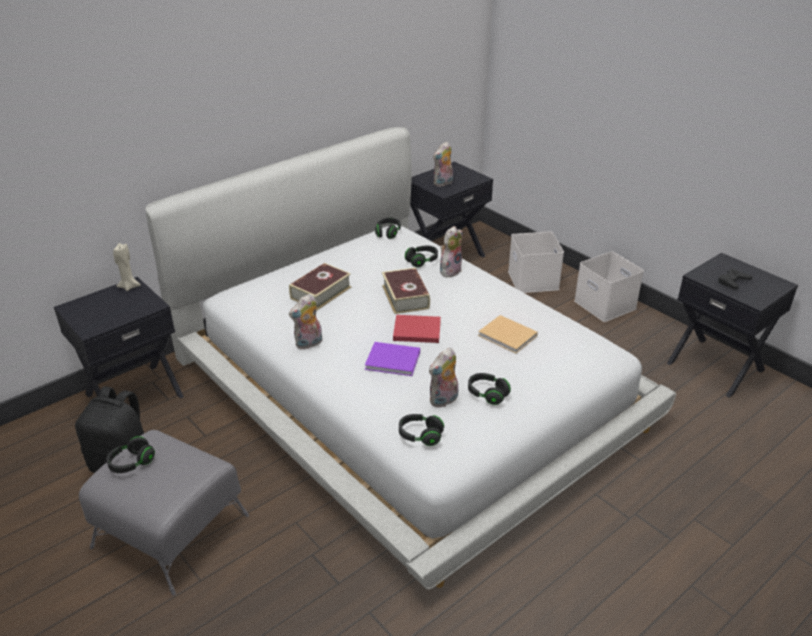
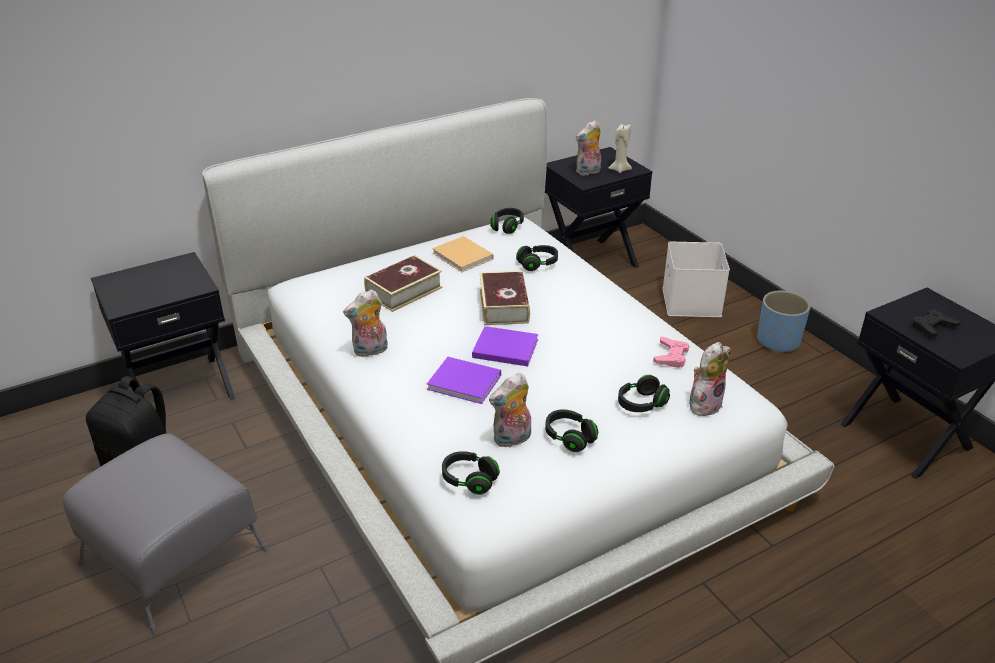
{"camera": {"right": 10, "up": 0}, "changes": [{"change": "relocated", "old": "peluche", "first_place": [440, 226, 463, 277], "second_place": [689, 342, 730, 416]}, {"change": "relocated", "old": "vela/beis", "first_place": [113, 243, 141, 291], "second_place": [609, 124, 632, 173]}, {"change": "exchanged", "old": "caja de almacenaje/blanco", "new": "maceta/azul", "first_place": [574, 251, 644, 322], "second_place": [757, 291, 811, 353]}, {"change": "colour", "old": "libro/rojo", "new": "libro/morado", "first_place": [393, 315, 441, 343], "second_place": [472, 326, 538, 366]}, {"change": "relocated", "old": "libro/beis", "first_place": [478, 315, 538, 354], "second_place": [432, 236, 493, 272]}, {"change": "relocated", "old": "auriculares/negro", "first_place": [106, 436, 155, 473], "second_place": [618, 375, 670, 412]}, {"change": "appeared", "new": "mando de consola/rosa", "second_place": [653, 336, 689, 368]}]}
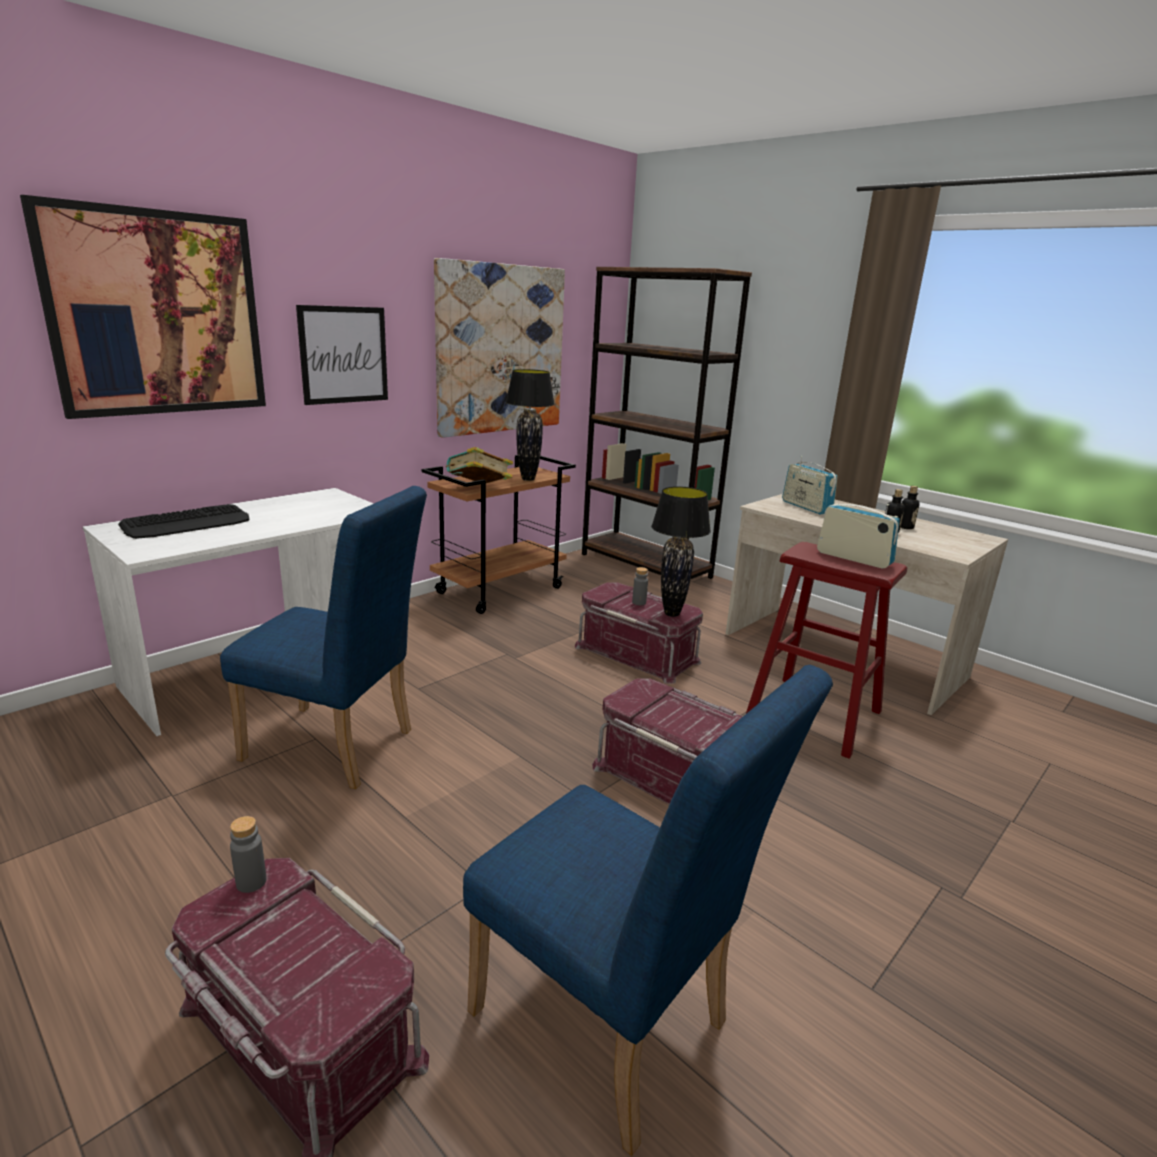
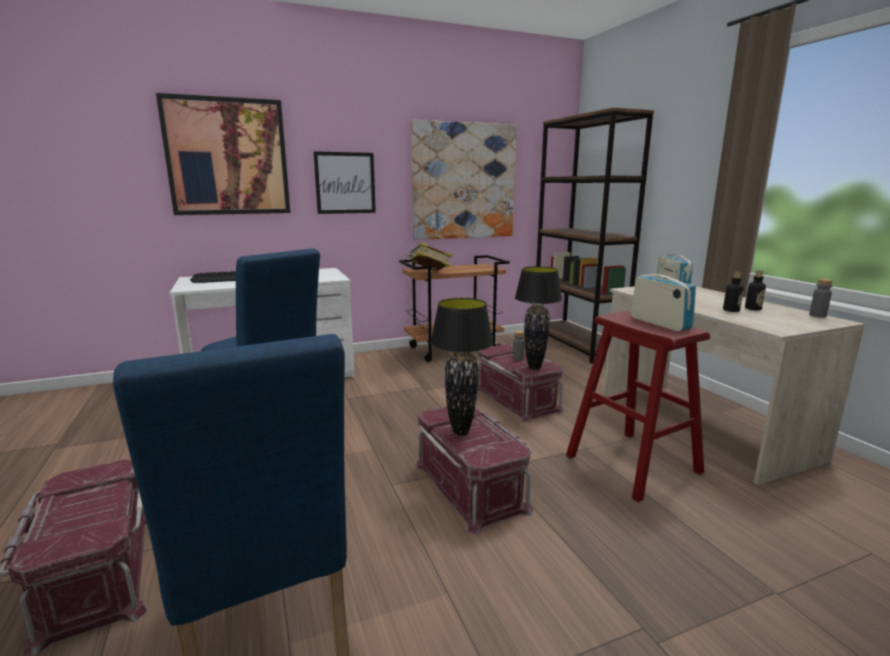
{"camera": {"right": 25, "up": -5}, "changes": [{"change": "relocated", "old": "lámpara de mesa/negro", "first_place": [506, 369, 555, 481], "second_place": [430, 298, 493, 435]}, {"change": "relocated", "old": "botella/gris", "first_place": [230, 816, 267, 893], "second_place": [809, 279, 833, 318]}]}
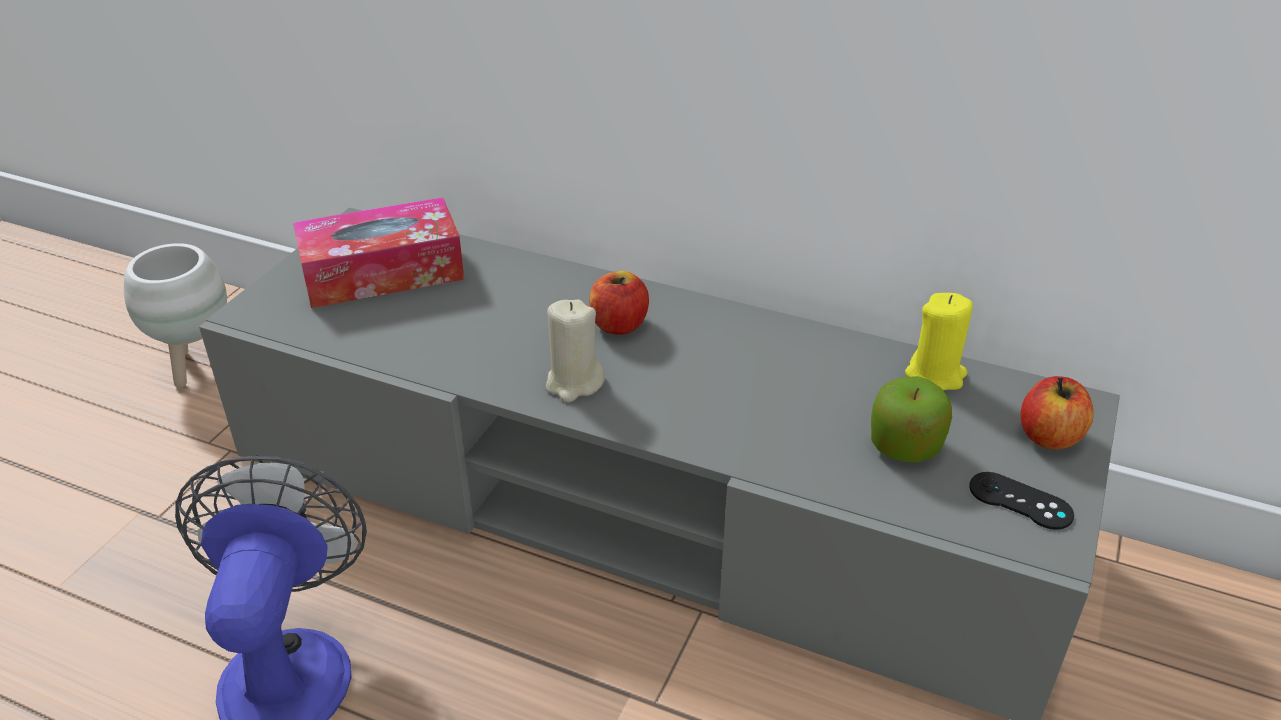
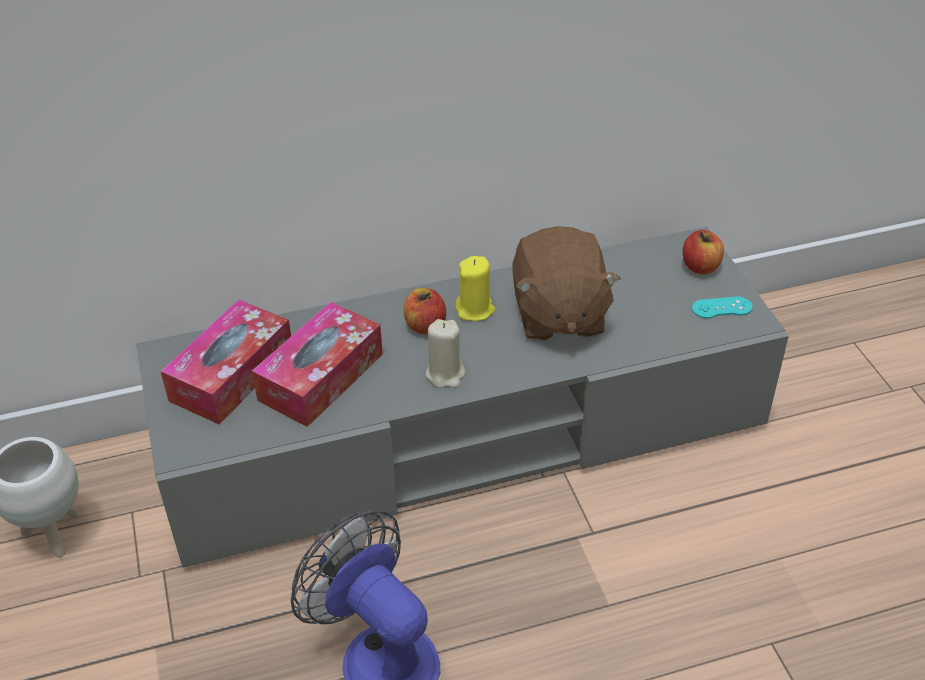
{"camera": {"right": -40, "up": 5}, "changes": [{"change": "relocated", "old": "vela/amarillo", "first_place": [905, 293, 973, 390], "second_place": [455, 256, 495, 321]}, {"change": "missing", "old": "manzana", "first_place": [871, 376, 952, 463]}, {"change": "colour", "old": "mando de consola/negro", "new": "mando de consola/turquesa", "first_place": [969, 472, 1074, 530], "second_place": [692, 297, 753, 319]}, {"change": "appeared", "new": "peluche/marrón", "second_place": [513, 226, 621, 341]}, {"change": "appeared", "new": "caja de pañuelos", "second_place": [252, 302, 383, 427]}]}
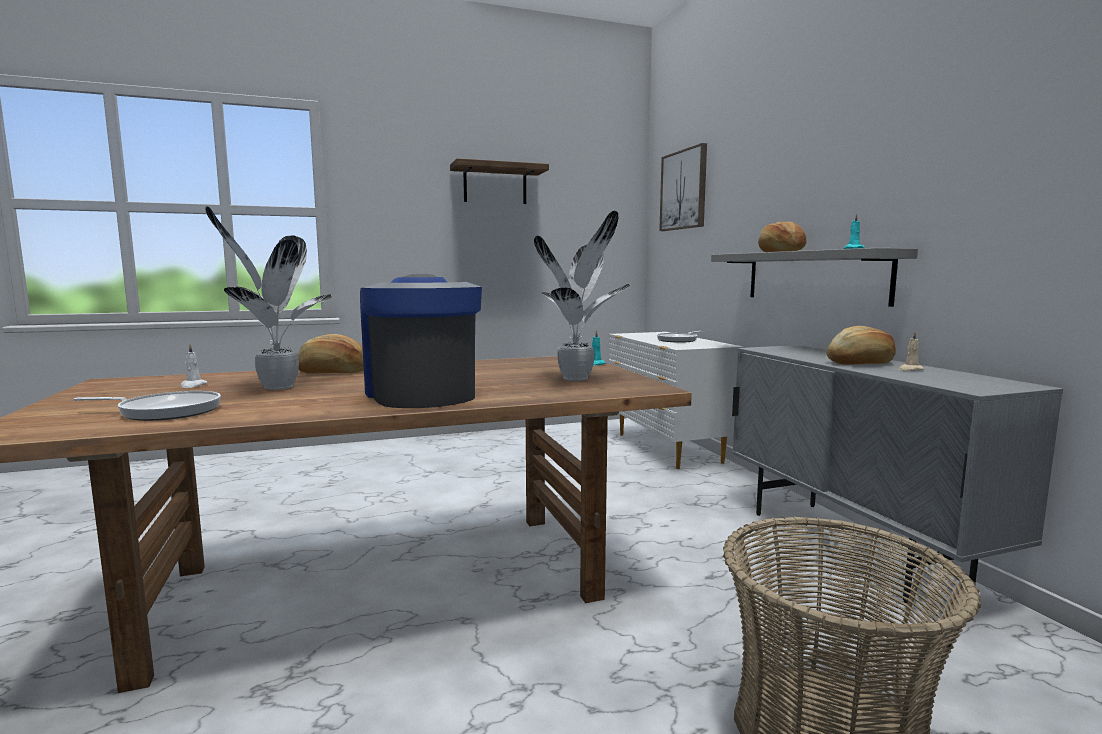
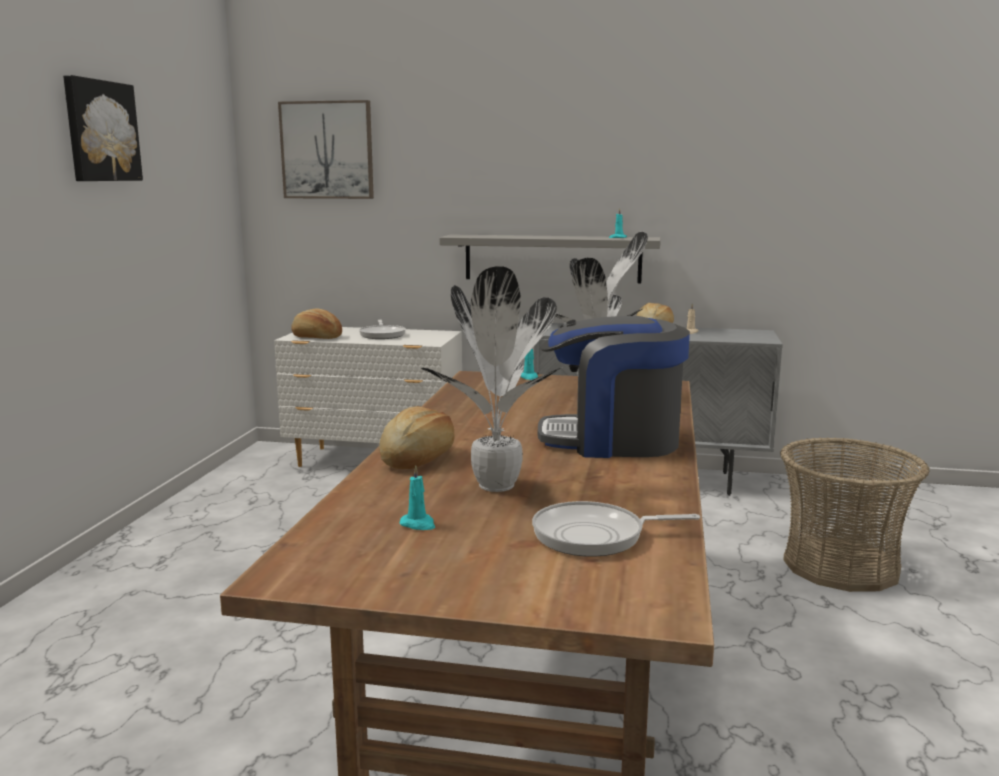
{"camera": {"right": -60, "up": 5}, "changes": [{"change": "exchanged", "old": "estante", "new": "cuadro", "first_place": [450, 158, 549, 204], "second_place": [63, 75, 143, 181]}, {"change": "relocated", "old": "pan", "first_place": [758, 222, 806, 252], "second_place": [291, 309, 342, 339]}, {"change": "colour", "old": "vela/blanco", "new": "vela/turquesa", "first_place": [181, 344, 207, 388], "second_place": [400, 465, 435, 530]}, {"change": "spun", "old": "sartén", "first_place": [73, 391, 221, 421], "second_place": [532, 501, 700, 557], "degrees": -120}]}
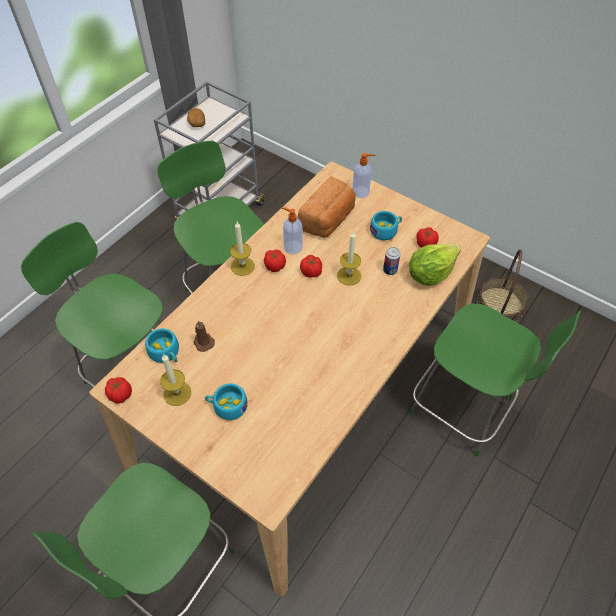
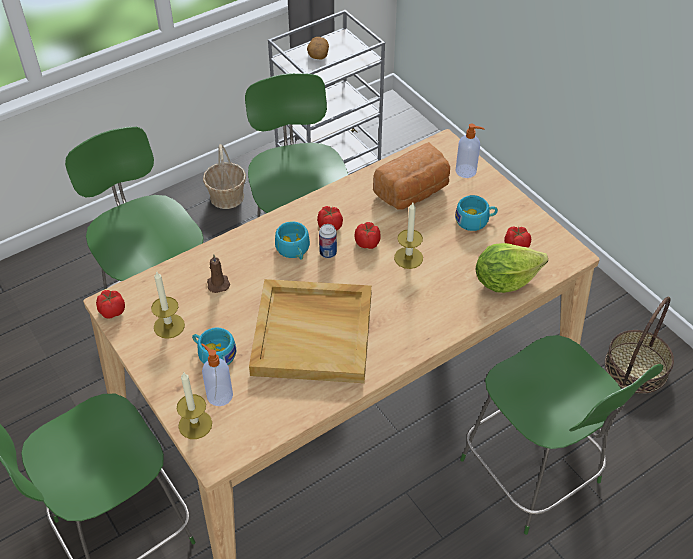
{"camera": {"right": 20, "up": -5}, "changes": [{"change": "relocated", "old": "dispensador de jabón", "first_place": [282, 207, 303, 254], "second_place": [201, 343, 233, 406]}, {"change": "relocated", "old": "vela", "first_place": [230, 222, 255, 276], "second_place": [177, 372, 212, 439]}, {"change": "relocated", "old": "lata", "first_place": [383, 247, 400, 275], "second_place": [319, 224, 337, 258]}, {"change": "relocated", "old": "taza/turquesa", "first_place": [145, 328, 179, 363], "second_place": [275, 221, 310, 260]}, {"change": "appeared", "new": "cesta", "second_place": [203, 144, 246, 209]}, {"change": "appeared", "new": "bandeja/beis", "second_place": [249, 279, 372, 383]}]}
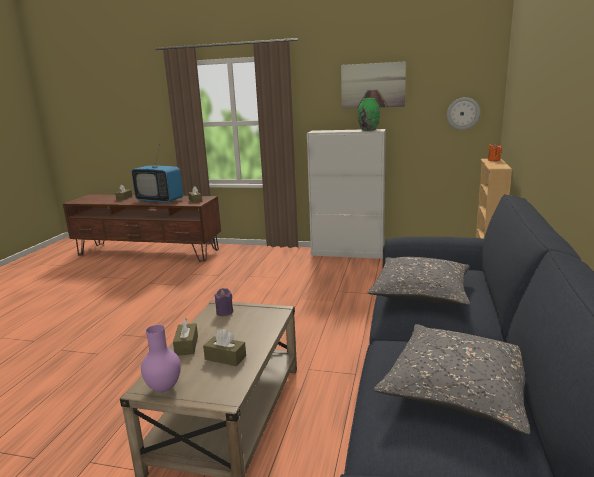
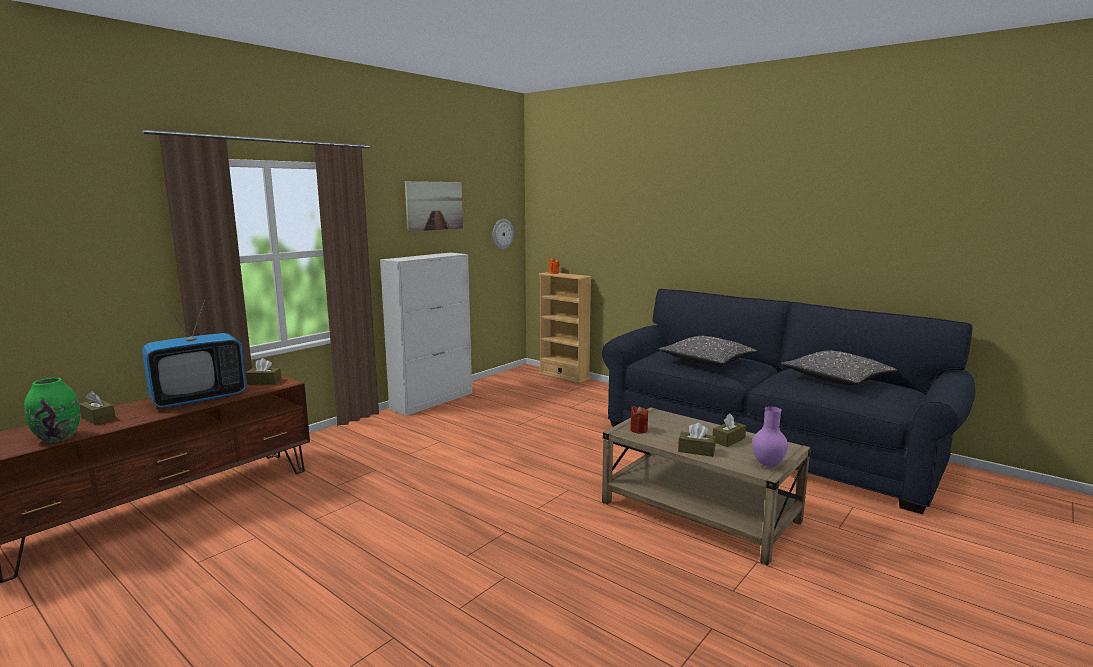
{"camera": {"right": -65, "up": -5}, "changes": [{"change": "relocated", "old": "florero/verde", "first_place": [358, 98, 380, 131], "second_place": [24, 378, 80, 443]}, {"change": "colour", "old": "vela/morado", "new": "vela/rojo", "first_place": [214, 288, 233, 316], "second_place": [630, 406, 648, 434]}]}
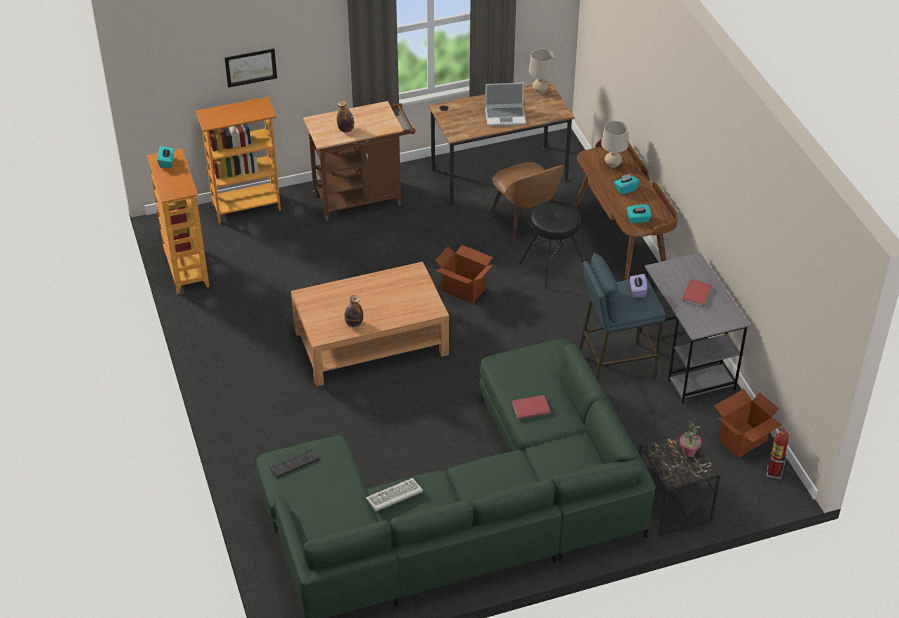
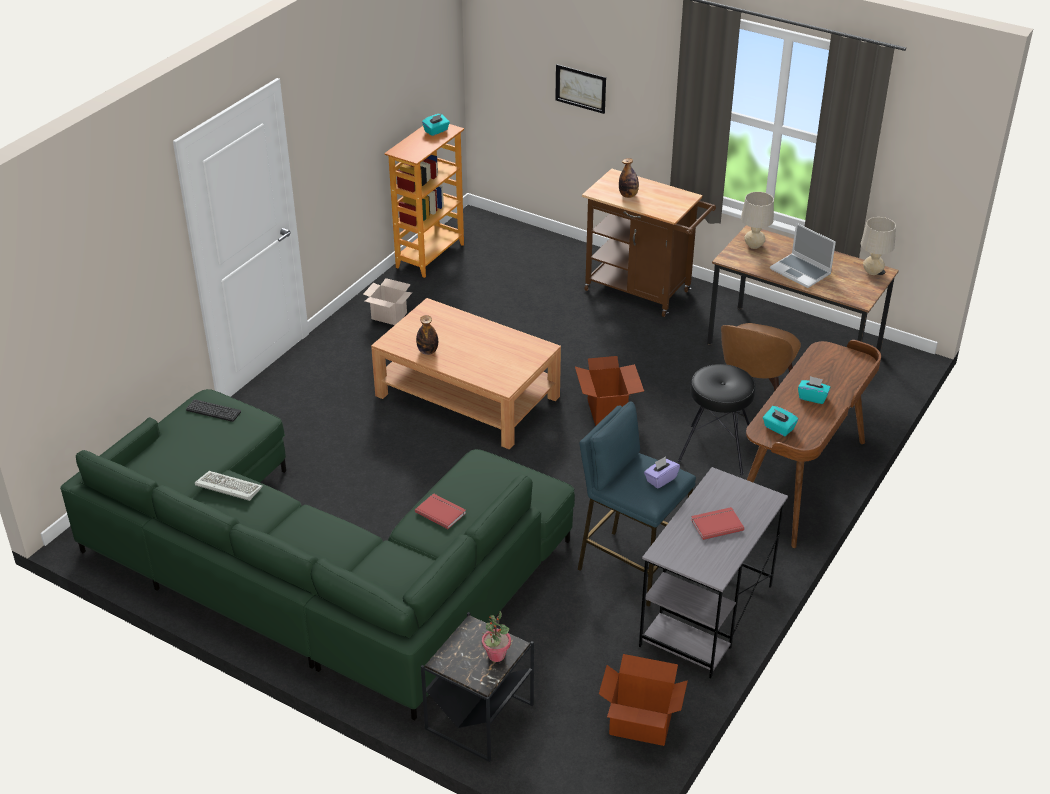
{"camera": {"right": 50, "up": -5}, "changes": [{"change": "missing", "old": "estantería", "first_place": [195, 97, 281, 223]}, {"change": "relocated", "old": "lámpara de mesa/beis", "first_place": [601, 121, 629, 168], "second_place": [741, 192, 774, 249]}, {"change": "missing", "old": "extintor", "first_place": [767, 428, 789, 479]}, {"change": "appeared", "new": "caja de cartón", "second_place": [363, 278, 412, 325]}]}
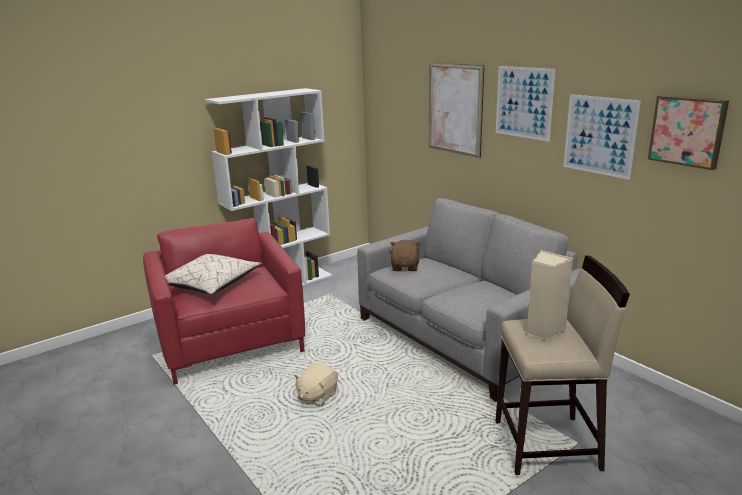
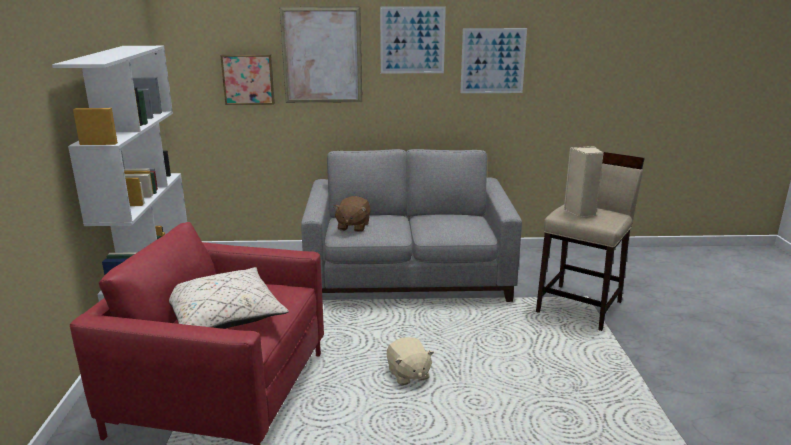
{"camera": {"right": -55, "up": 0}, "changes": [{"change": "relocated", "old": "cuadro", "first_place": [648, 95, 729, 170], "second_place": [220, 54, 275, 105]}, {"change": "spun", "old": "peluche/marrón", "first_place": [390, 240, 421, 271], "second_place": [333, 196, 371, 232], "degrees": -120}]}
